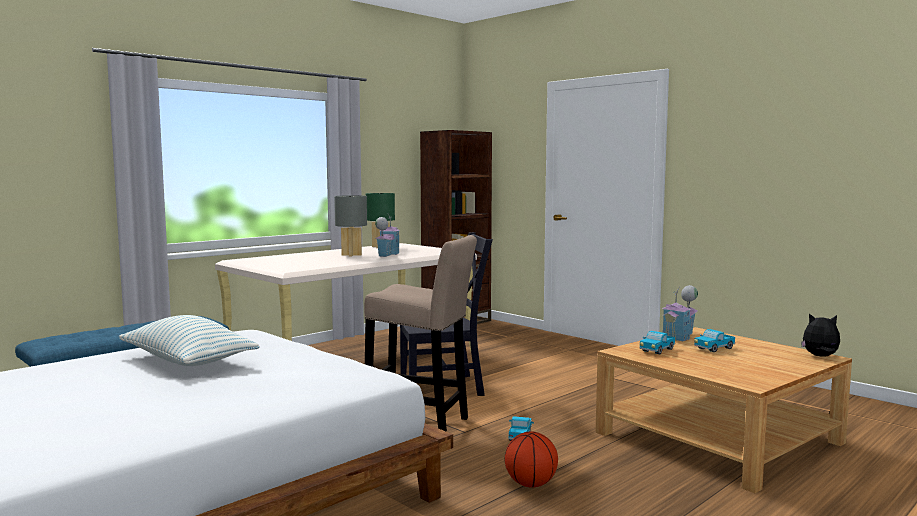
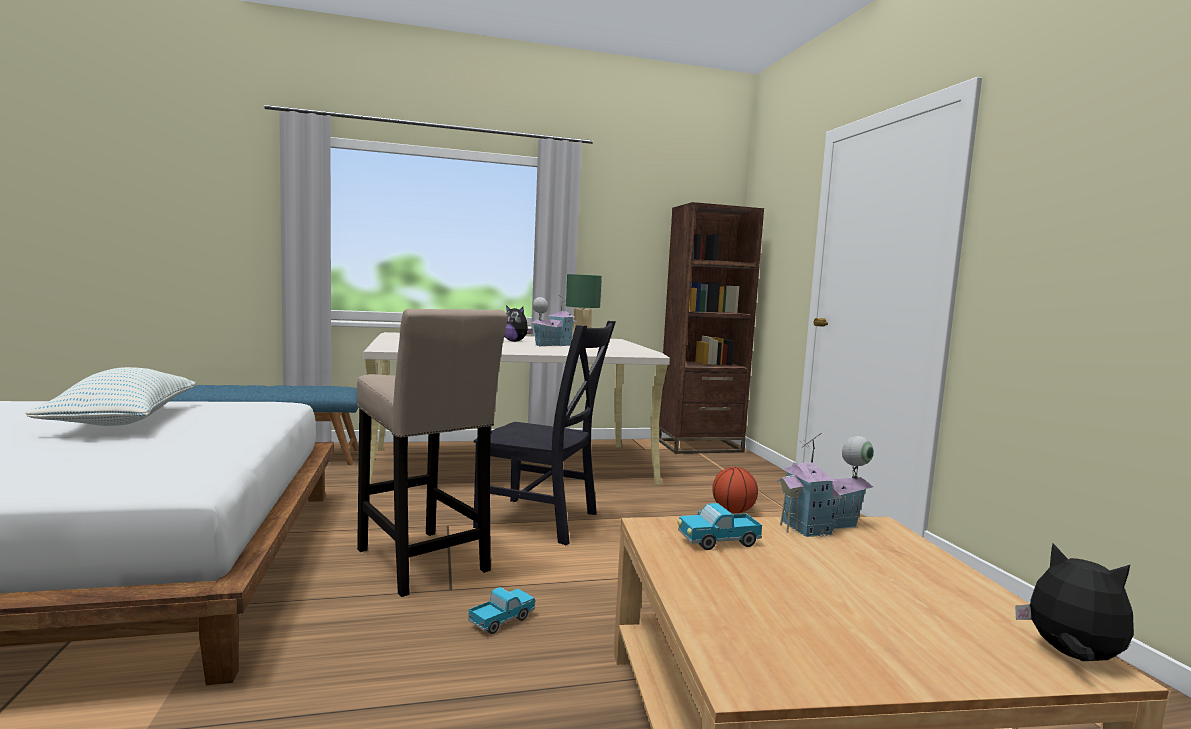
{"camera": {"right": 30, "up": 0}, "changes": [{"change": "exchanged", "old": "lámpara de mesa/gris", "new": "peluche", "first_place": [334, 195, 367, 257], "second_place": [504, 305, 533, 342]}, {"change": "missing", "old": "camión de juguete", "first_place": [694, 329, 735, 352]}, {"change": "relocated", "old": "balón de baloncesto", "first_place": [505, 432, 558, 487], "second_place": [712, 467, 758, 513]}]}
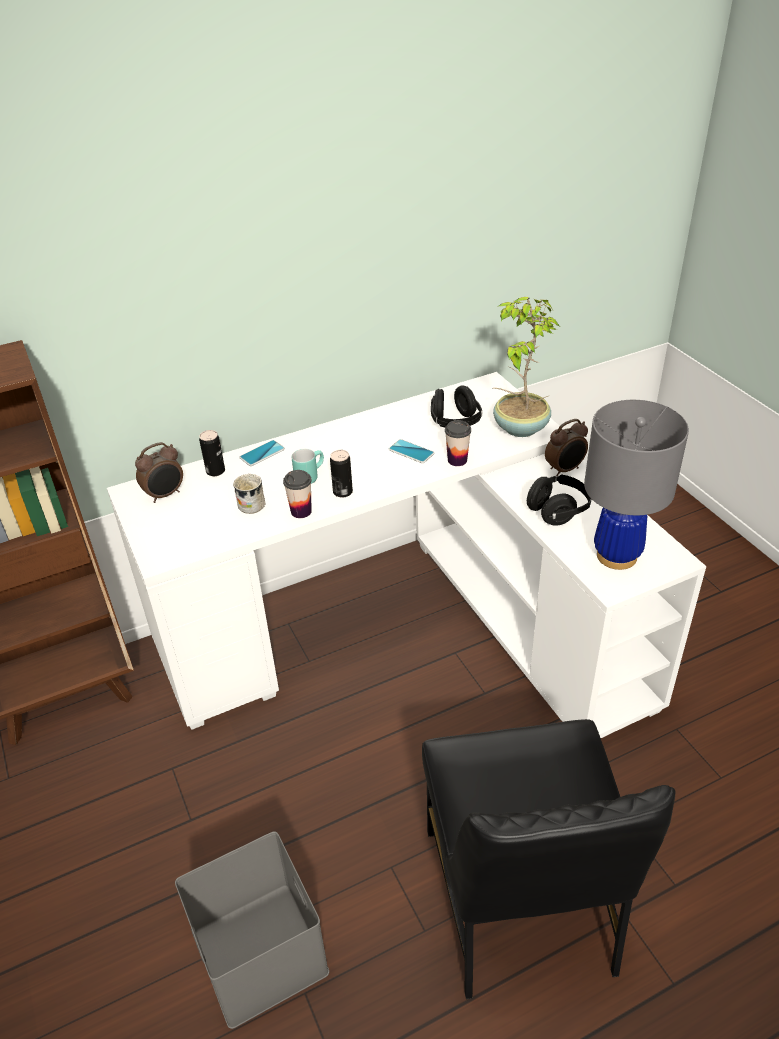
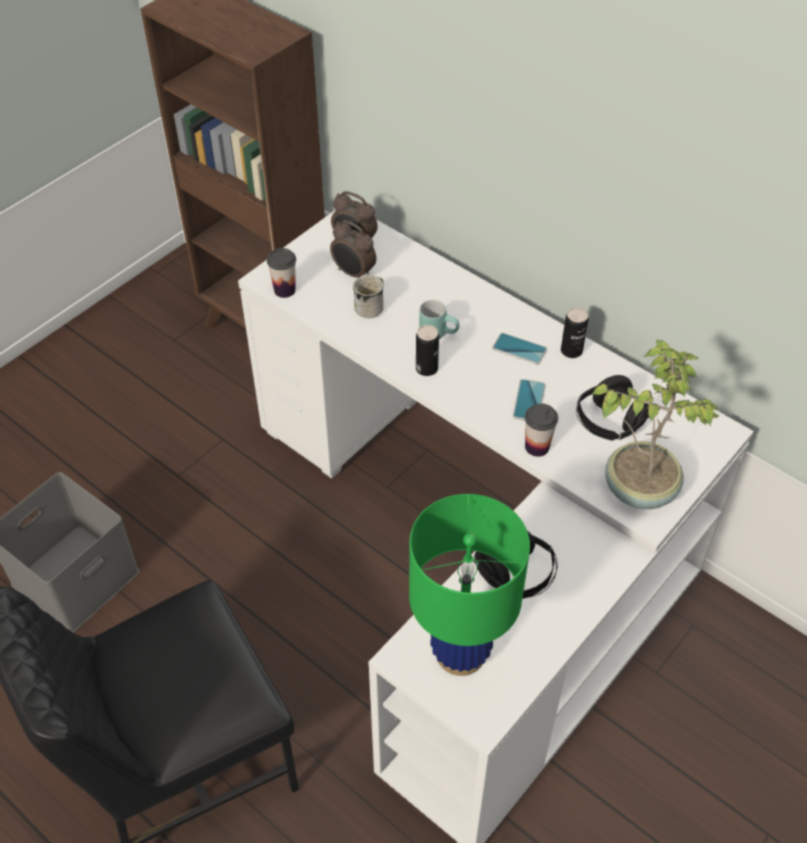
{"camera": {"right": 65, "up": 10}, "changes": [{"change": "colour", "old": "lámpara de mesa/gris", "new": "lámpara de mesa/verde", "first_place": [584, 400, 689, 570], "second_place": [409, 494, 530, 676]}, {"change": "relocated", "old": "despertador", "first_place": [545, 419, 588, 476], "second_place": [330, 220, 376, 278]}, {"change": "relocated", "old": "lata", "first_place": [199, 430, 225, 476], "second_place": [561, 307, 589, 358]}, {"change": "relocated", "old": "móvil", "first_place": [239, 440, 285, 466], "second_place": [492, 333, 547, 365]}, {"change": "relocated", "old": "taza", "first_place": [283, 470, 312, 518], "second_place": [267, 248, 296, 298]}]}
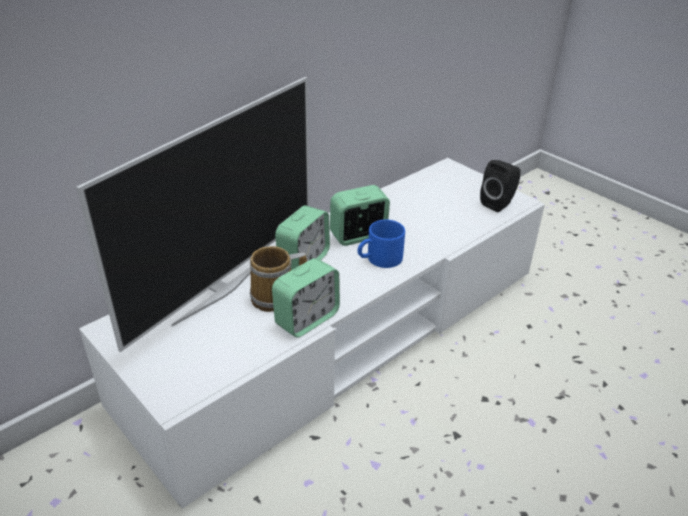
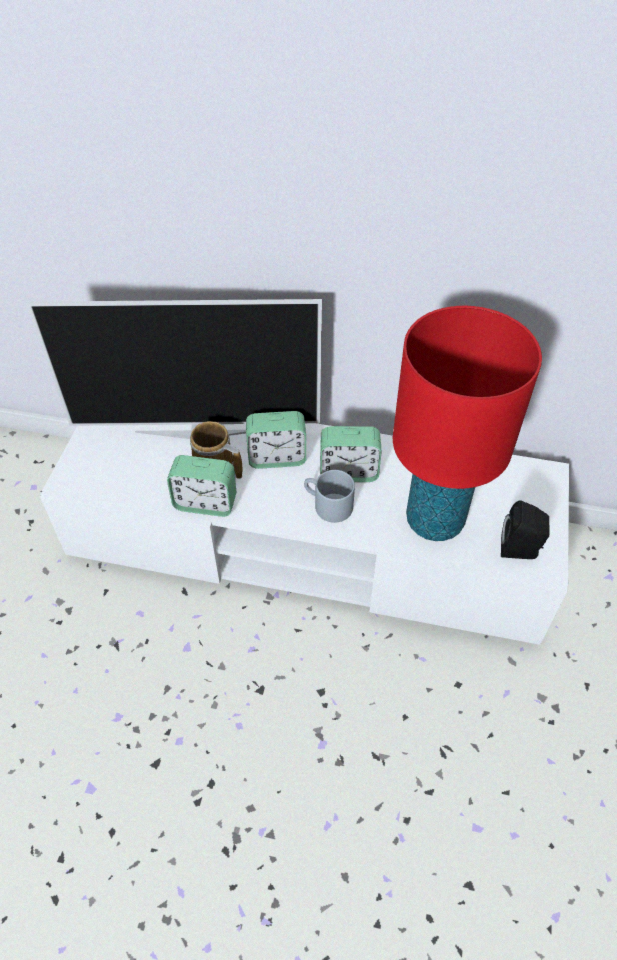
{"camera": {"right": 55, "up": 15}, "changes": [{"change": "spun", "old": "despertador", "first_place": [330, 185, 390, 246], "second_place": [320, 426, 381, 482], "degrees": 150}, {"change": "colour", "old": "taza grande/azul", "new": "taza grande/gris", "first_place": [358, 220, 405, 268], "second_place": [304, 470, 355, 523]}, {"change": "appeared", "new": "lámpara de mesa/rojo", "second_place": [393, 306, 542, 541]}]}
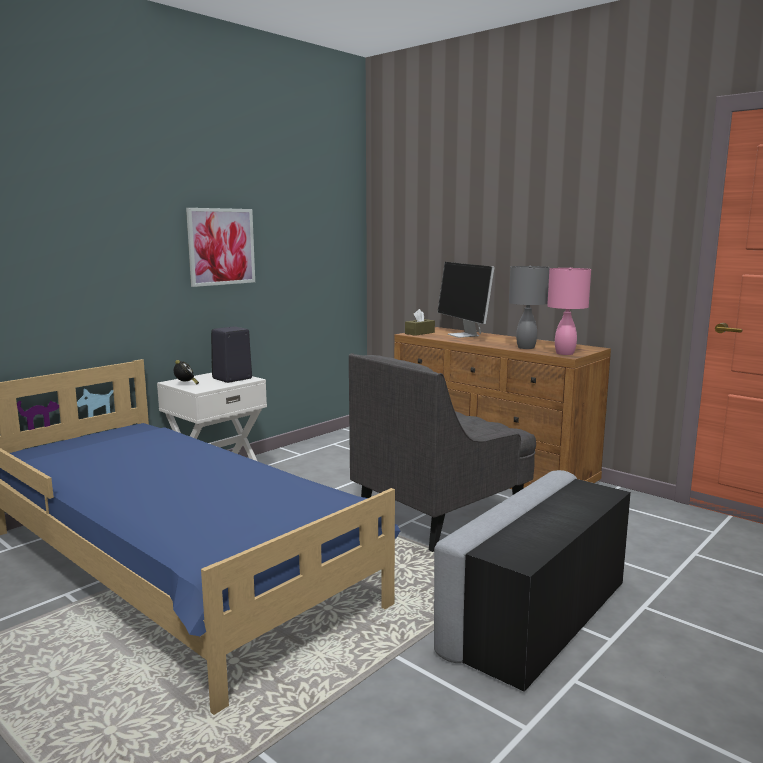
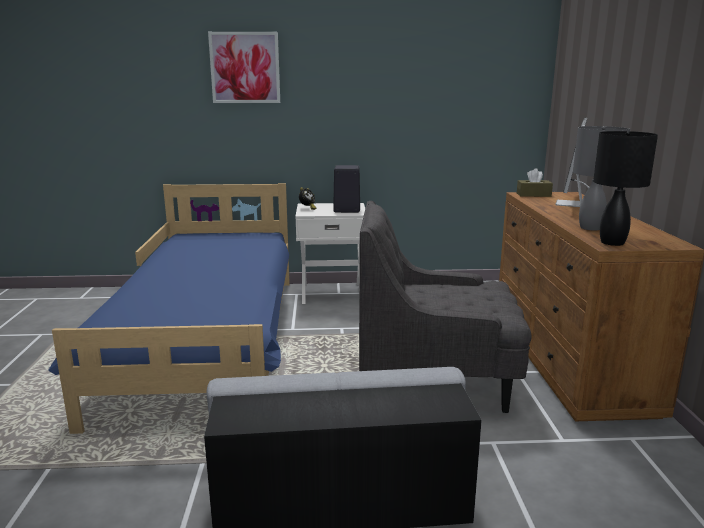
{"camera": {"right": 45, "up": 5}, "changes": [{"change": "relocated", "old": "cuadro", "first_place": [186, 208, 255, 287], "second_place": [208, 32, 280, 103]}, {"change": "colour", "old": "lámpara de mesa/rosa", "new": "lámpara de mesa/negro", "first_place": [547, 267, 591, 355], "second_place": [593, 131, 658, 246]}]}
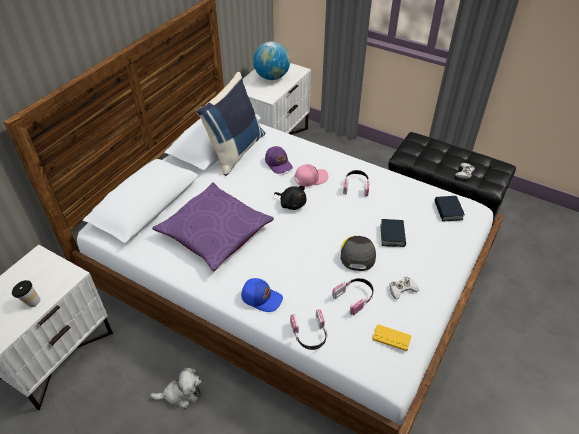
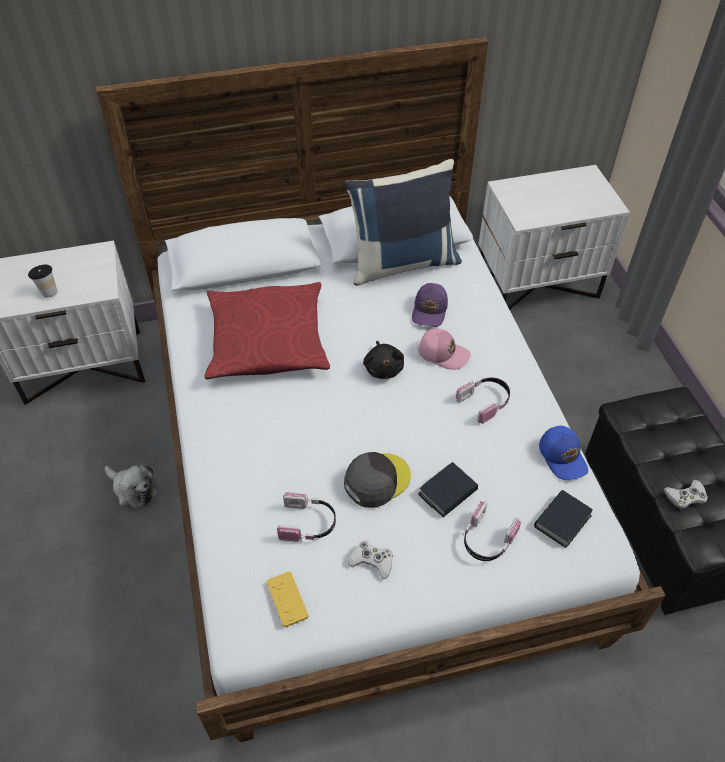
{"camera": {"right": 45, "up": 5}, "changes": [{"change": "missing", "old": "globo terráqueo", "first_place": [253, 41, 290, 80]}, {"change": "colour", "old": "cojín/morado", "new": "cojín/rojo", "first_place": [152, 182, 274, 271], "second_place": [205, 282, 330, 379]}, {"change": "relocated", "old": "gorra/azul", "first_place": [241, 278, 283, 312], "second_place": [539, 426, 588, 480]}, {"change": "relocated", "old": "auriculares", "first_place": [290, 309, 328, 350], "second_place": [463, 501, 521, 561]}]}
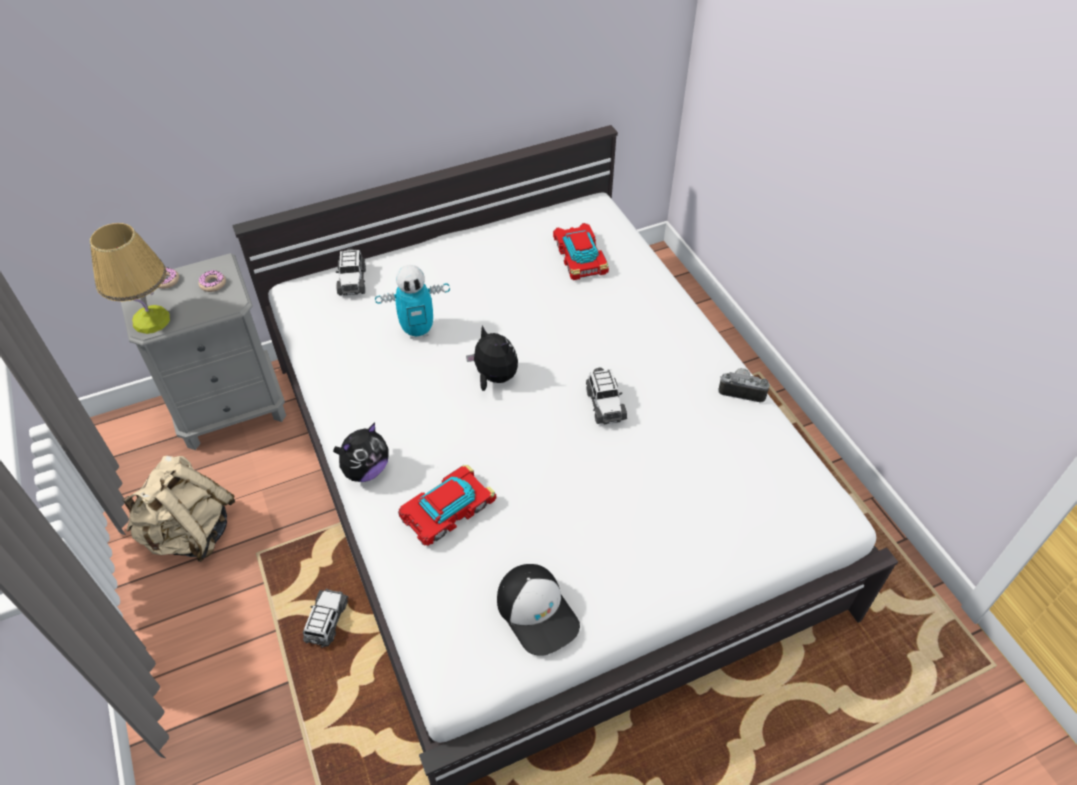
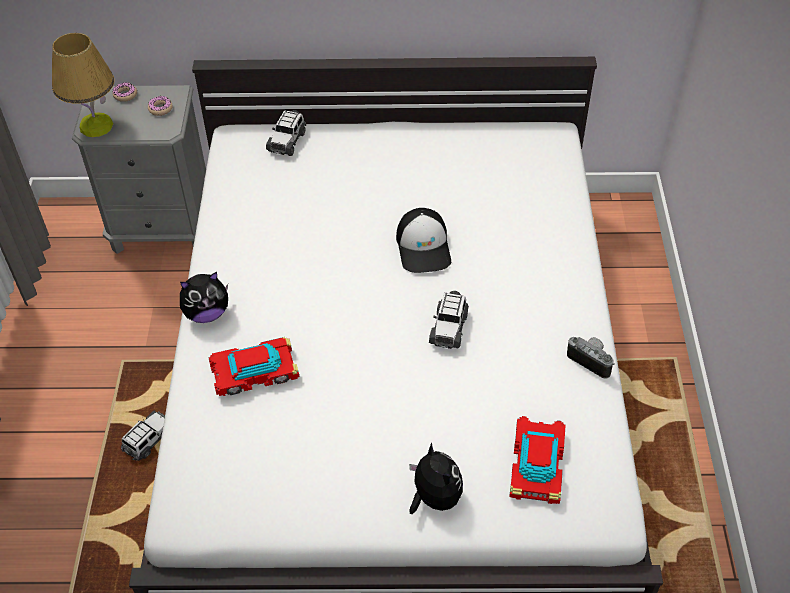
{"camera": {"right": 25, "up": 0}, "changes": [{"change": "relocated", "old": "coche de juguete", "first_place": [553, 223, 609, 280], "second_place": [509, 416, 566, 504]}, {"change": "missing", "old": "robot de juguete", "first_place": [375, 265, 450, 339]}, {"change": "relocated", "old": "peluche", "first_place": [466, 326, 518, 391], "second_place": [409, 443, 463, 514]}, {"change": "missing", "old": "mochila/beis", "first_place": [122, 456, 235, 562]}, {"change": "relocated", "old": "gorra", "first_place": [497, 564, 580, 656], "second_place": [396, 208, 451, 273]}]}
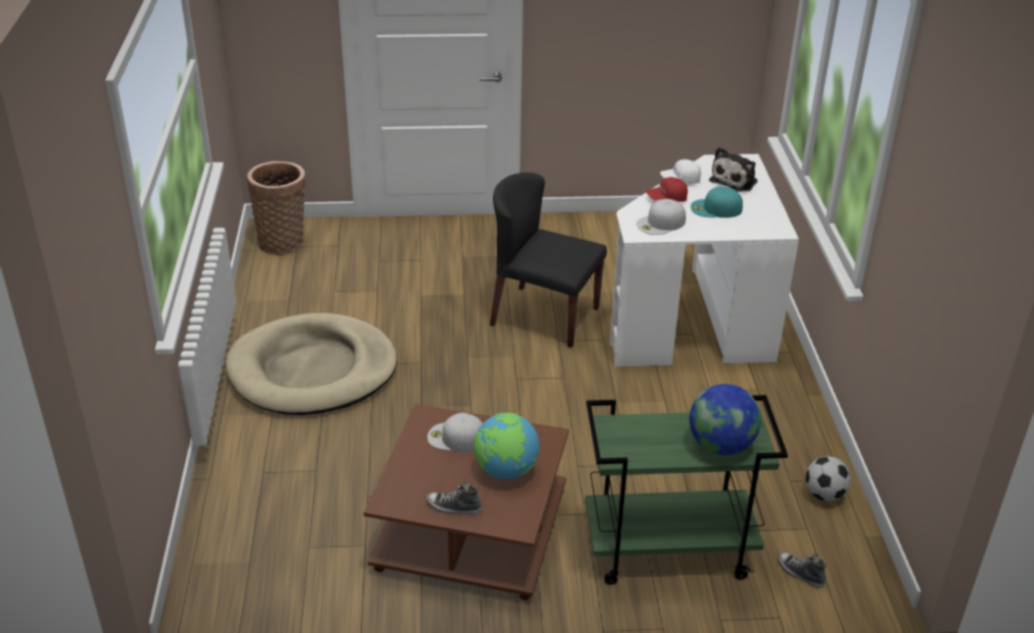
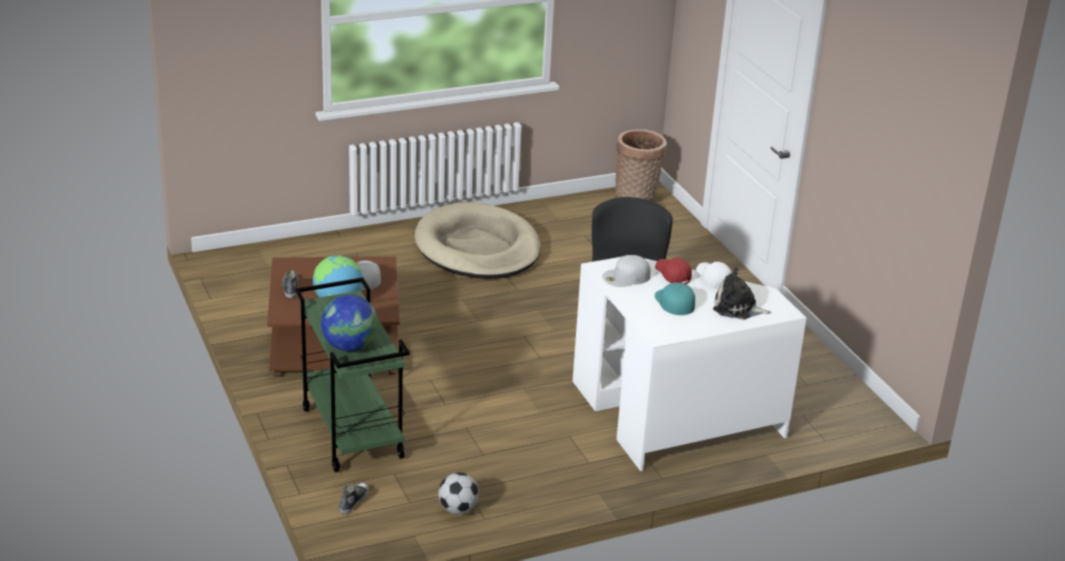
{"camera": {"right": 70, "up": -5}, "changes": [{"change": "spun", "old": "gorra/blanco", "first_place": [636, 199, 686, 235], "second_place": [602, 255, 651, 287], "degrees": -60}]}
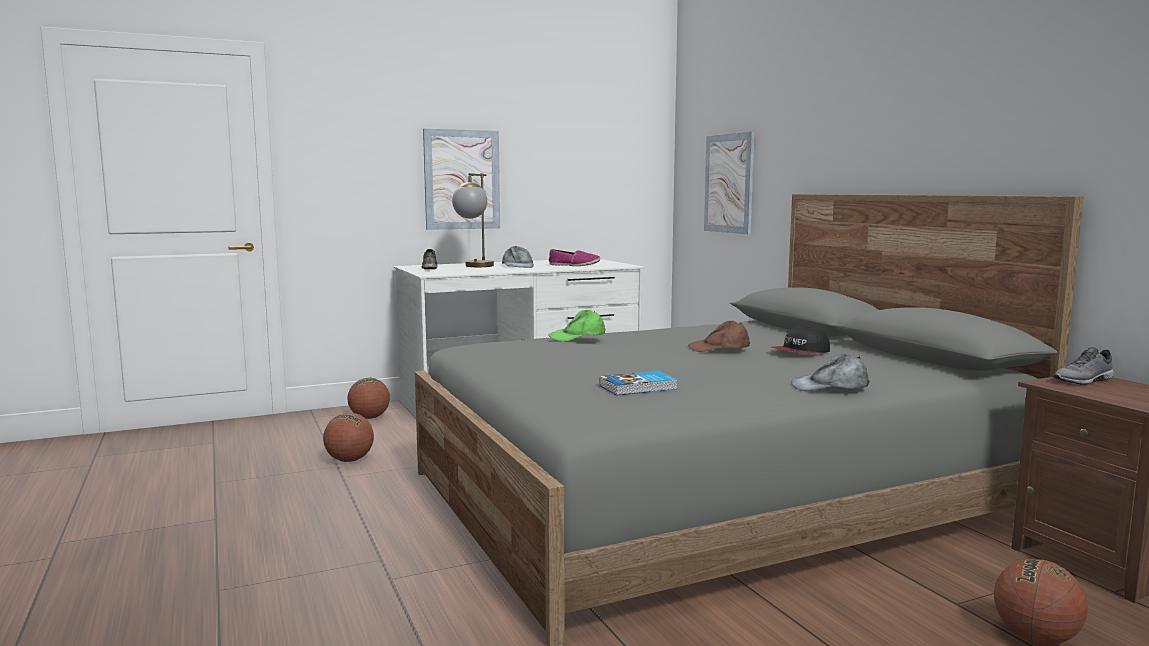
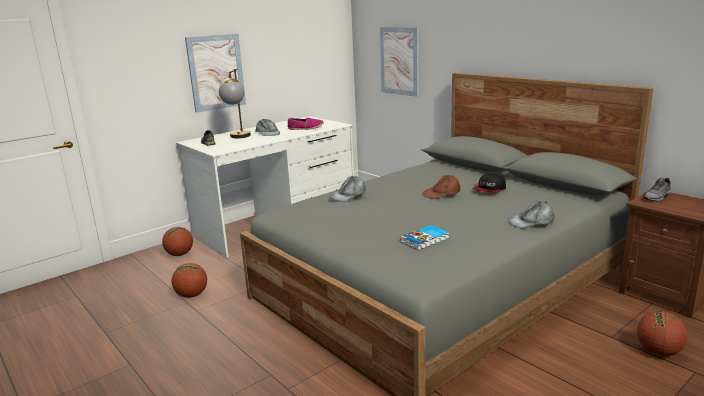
{"camera": {"right": -15, "up": 10}, "changes": [{"change": "colour", "old": "gorra/verde", "new": "gorra/gris", "first_place": [548, 310, 605, 341], "second_place": [330, 176, 366, 202]}]}
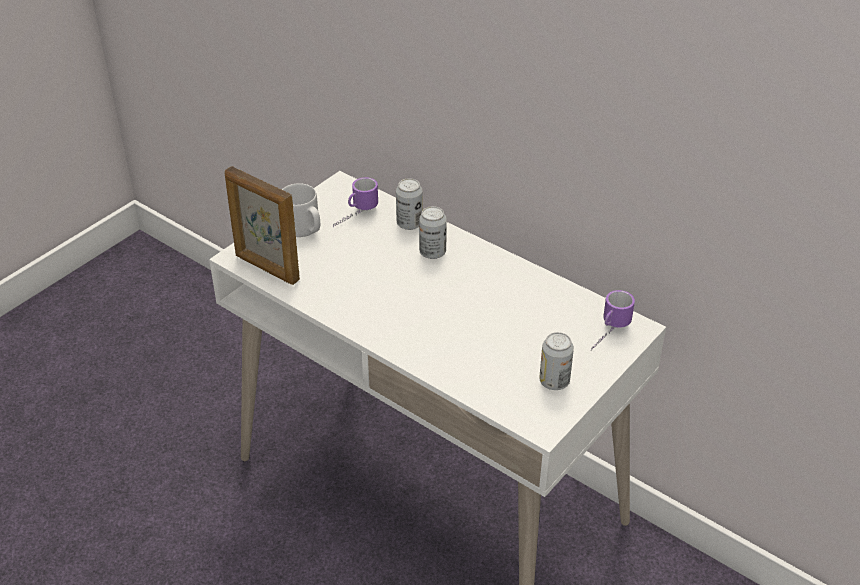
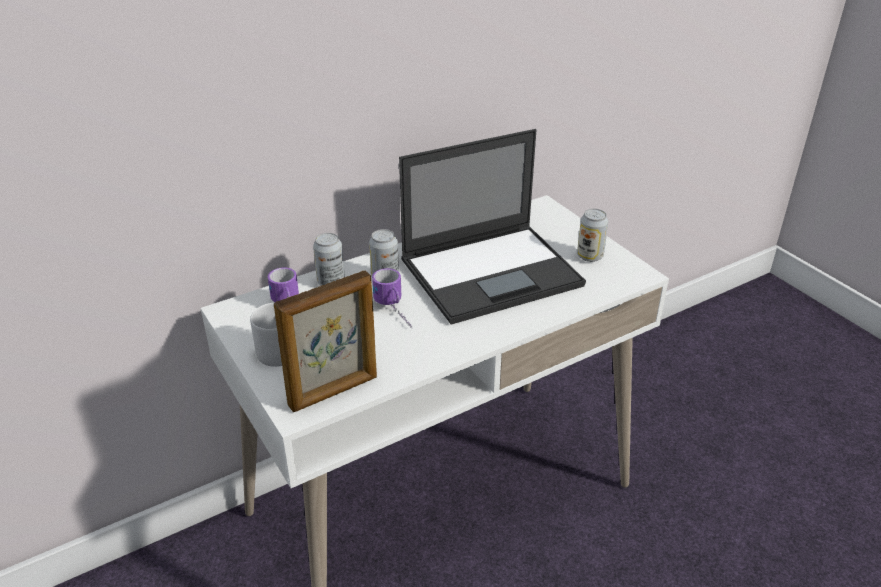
{"camera": {"right": -70, "up": -5}, "changes": [{"change": "relocated", "old": "taza grande", "first_place": [591, 290, 635, 351], "second_place": [372, 268, 412, 329]}, {"change": "appeared", "new": "portátil", "second_place": [399, 129, 586, 325]}]}
